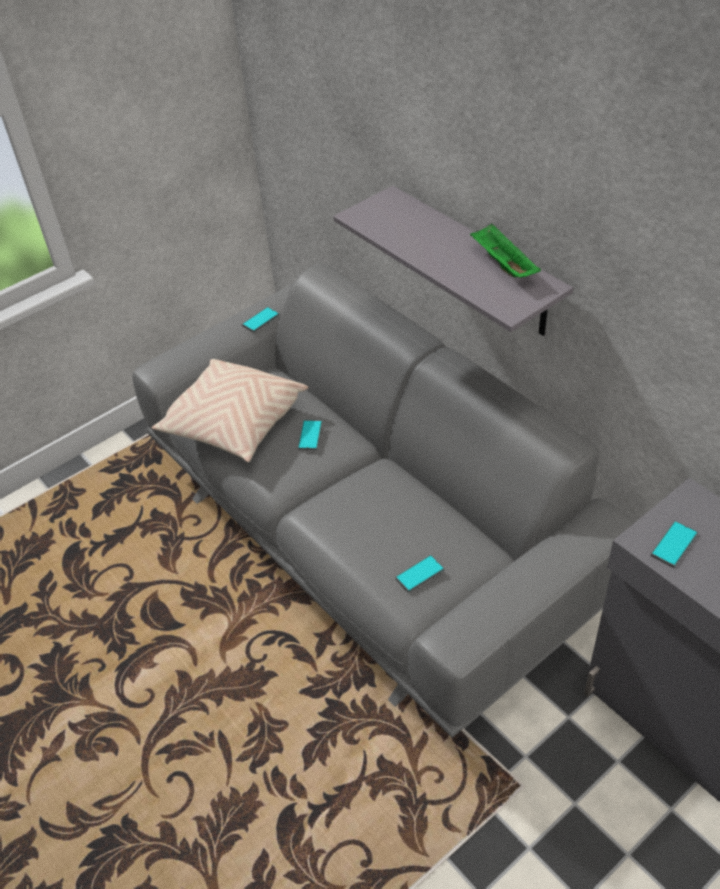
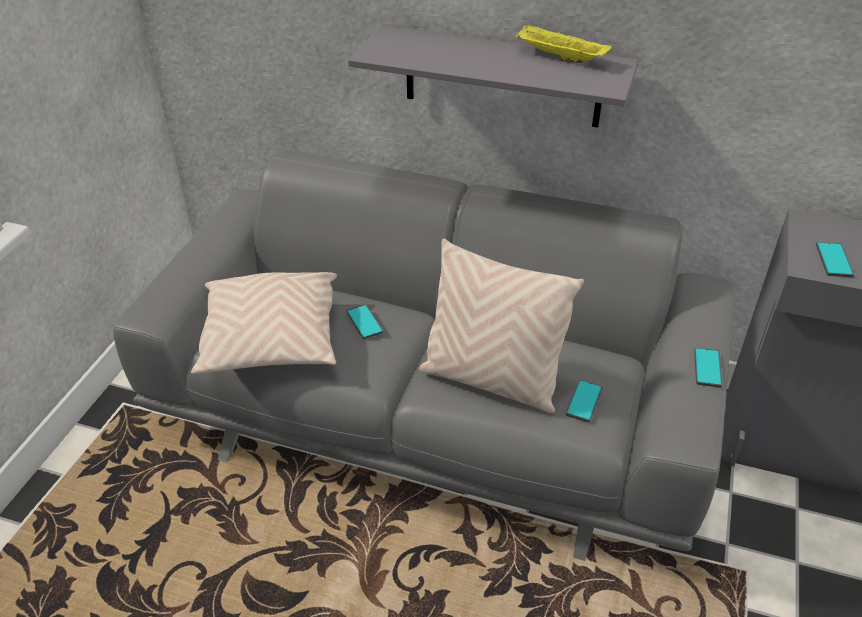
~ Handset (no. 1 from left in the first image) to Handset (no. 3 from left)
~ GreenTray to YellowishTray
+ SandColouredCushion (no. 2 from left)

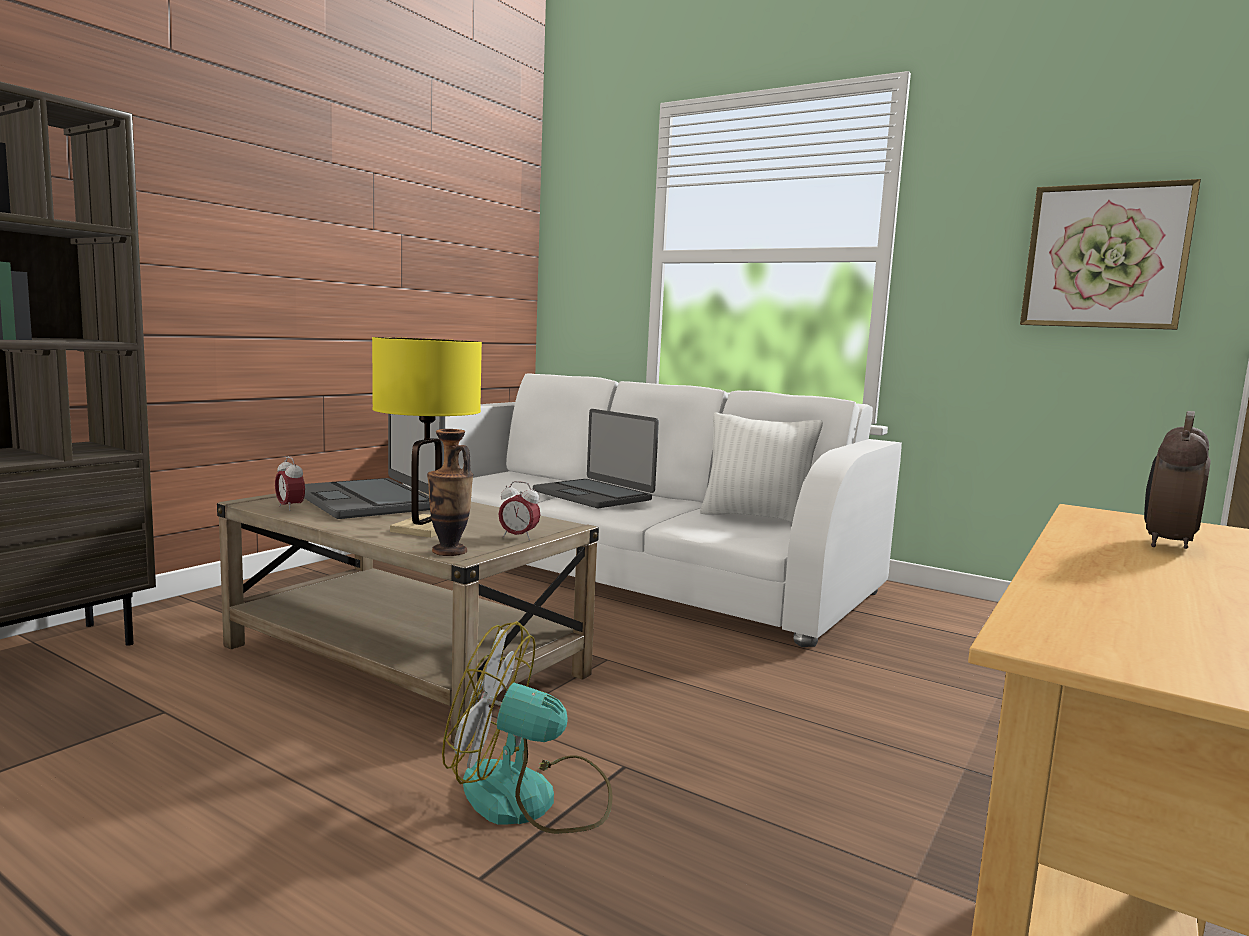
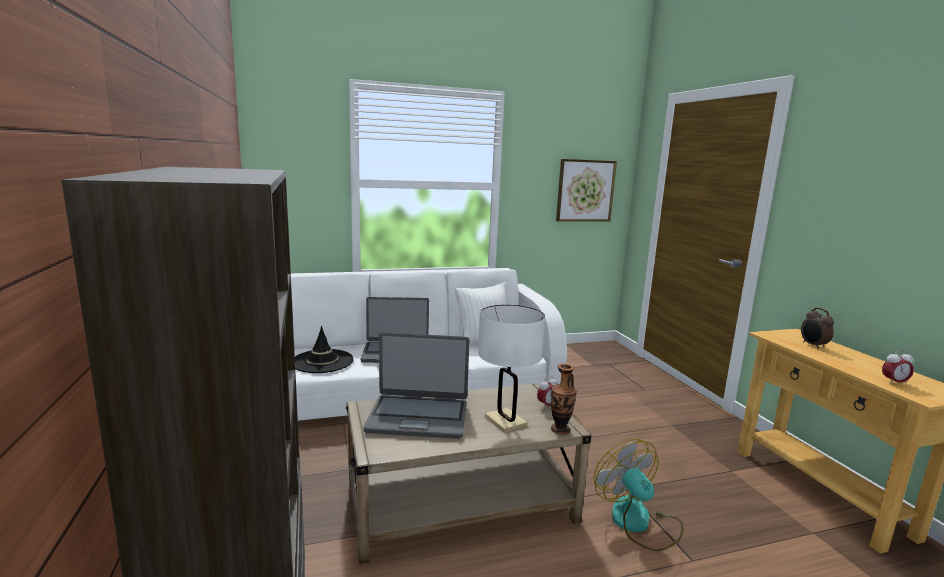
~ TableClock (no. 1 from left in the first image) to TableClock (no. 3 from left)
~ YellowishTabletopLamp to WhitishTabletopLamp
~ Fan 105 degrees clockwise
+ BlackishHat

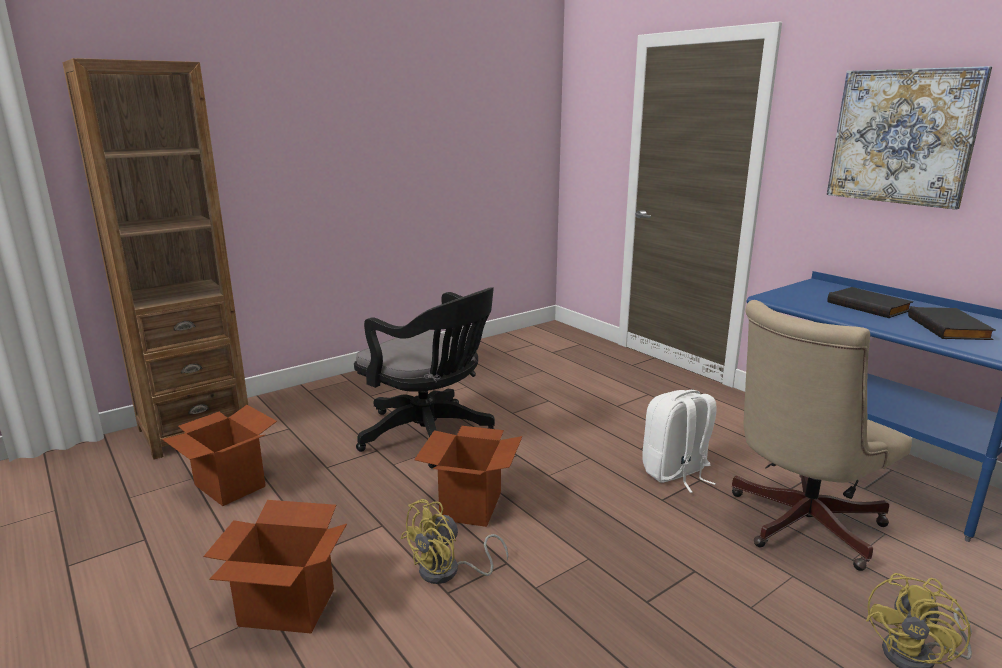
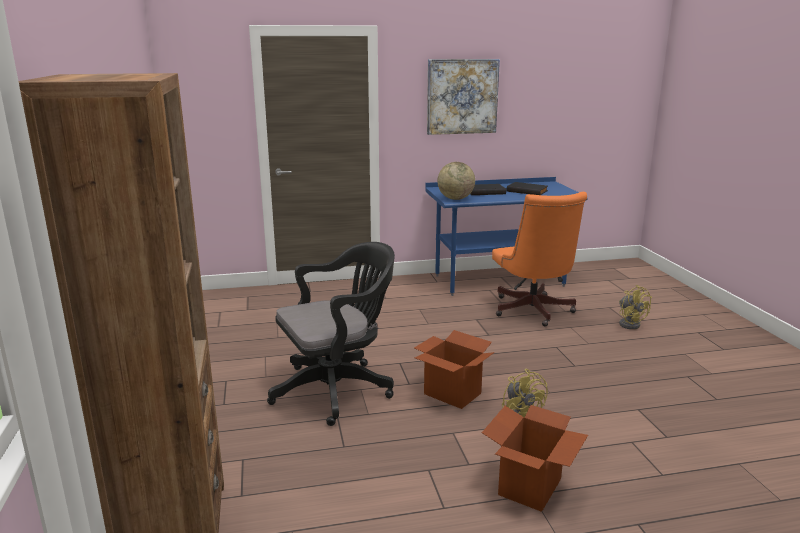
- CardboardBox (no. 1 from left)
- WhitishRucksack
~ SandColouredOfficeChair to OrangeOfficeChair
+ DeskGlobe

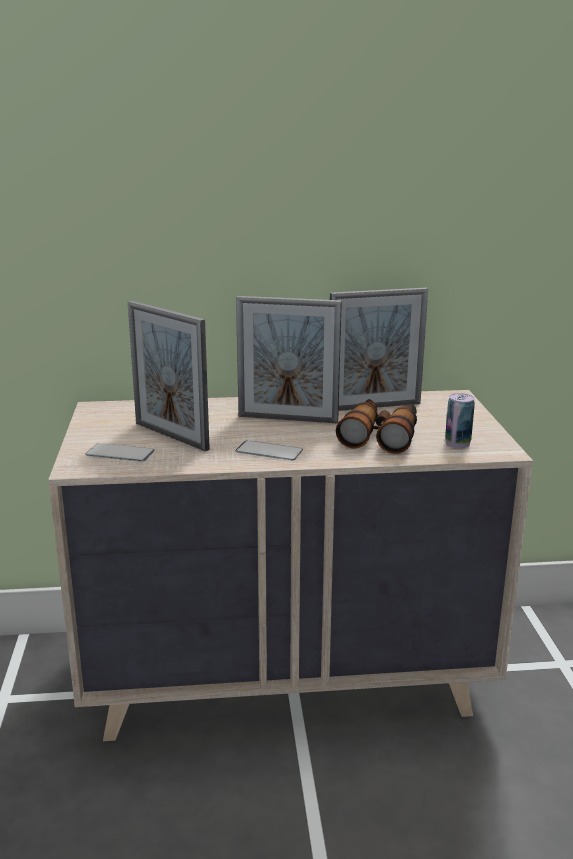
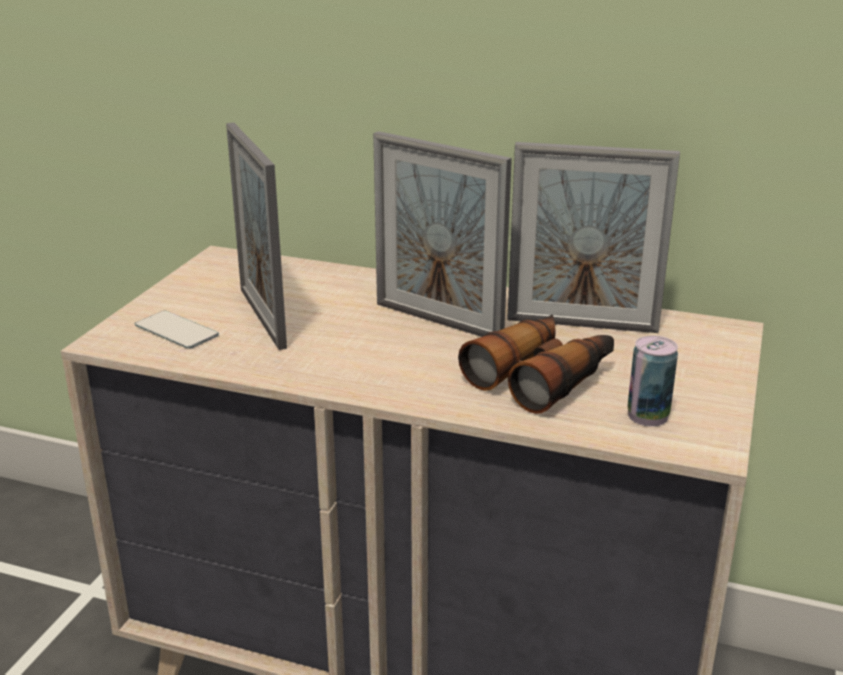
- Handset (no. 2 from left)

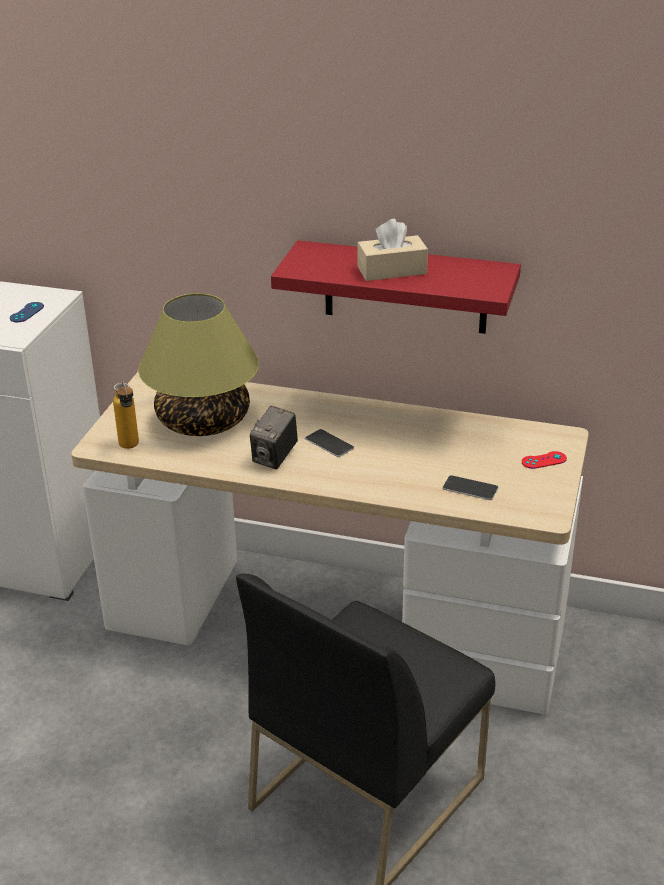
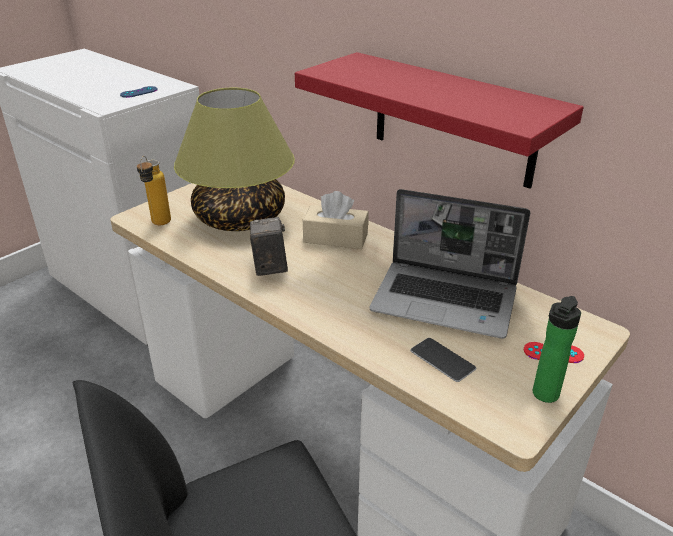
~ PhotoCamera 120 degrees clockwise
- Handset (no. 1 from left)
~ SandColouredTissueHolder
+ PortableComputer
+ BeverageBottle (no. 2 from left)

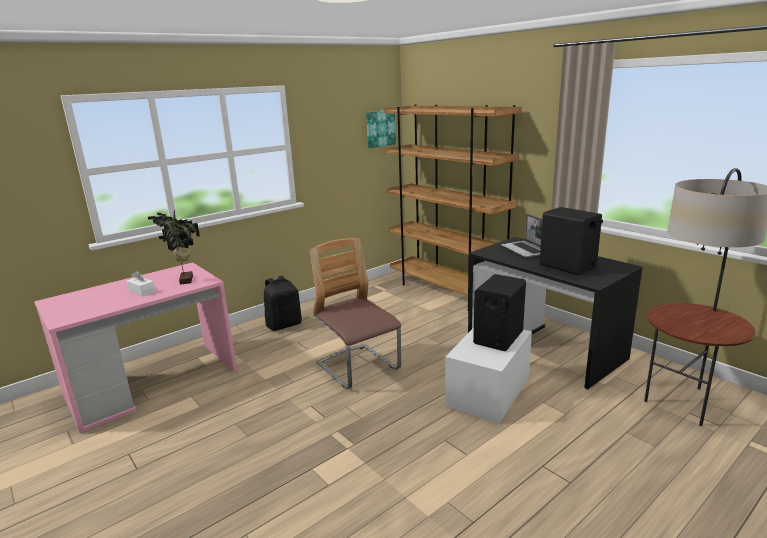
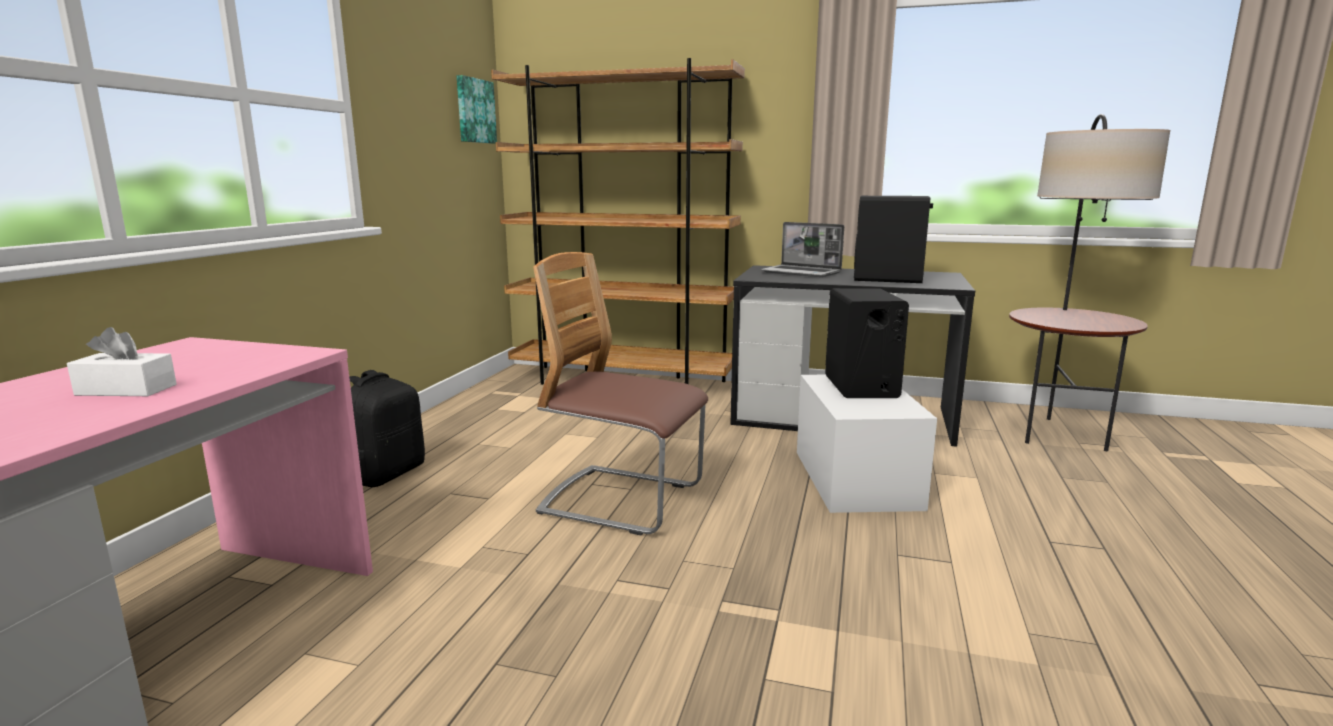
- PottedPlant

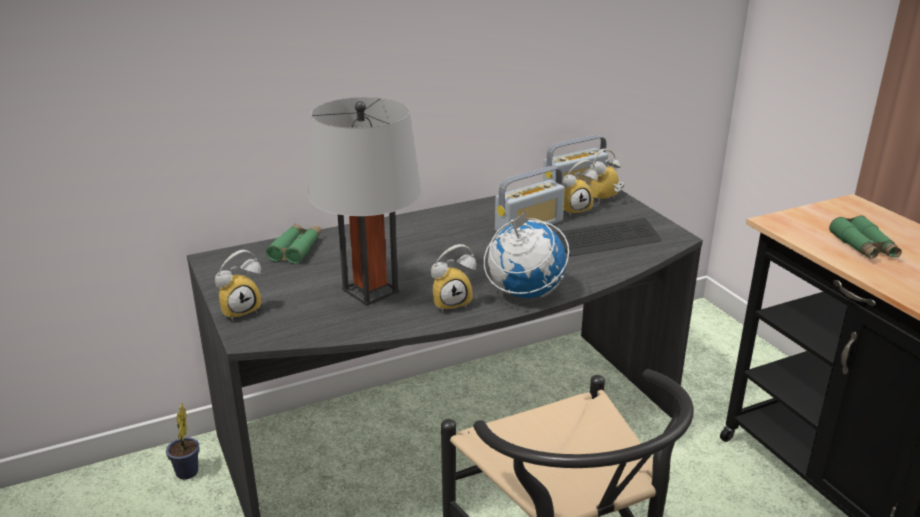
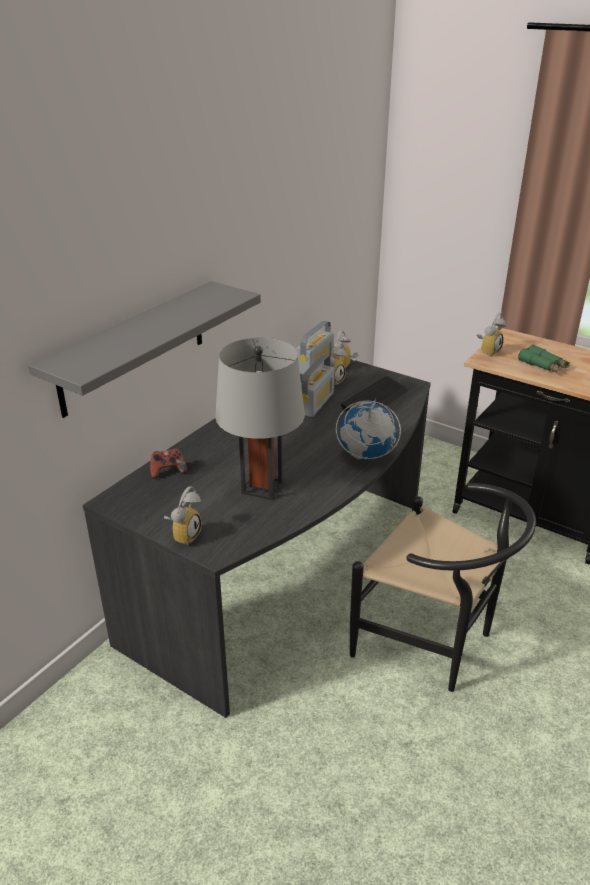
- PottedPlant
~ GreenPairOfBinoculars (no. 1 from left) to Joypad
~ TableClock (no. 2 from left in the first image) to TableClock (no. 4 from left)
+ GrayShelf

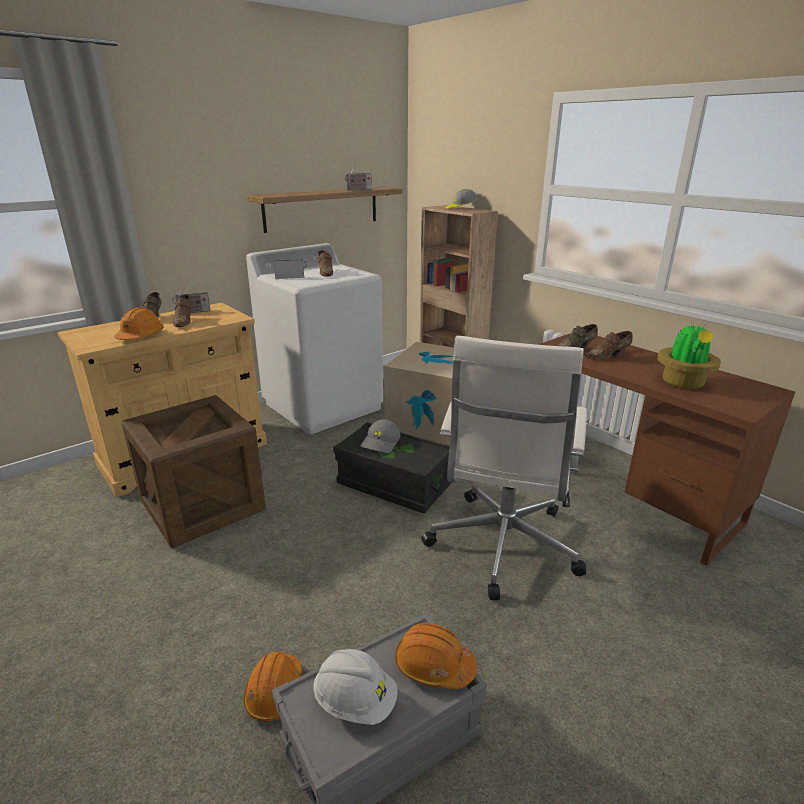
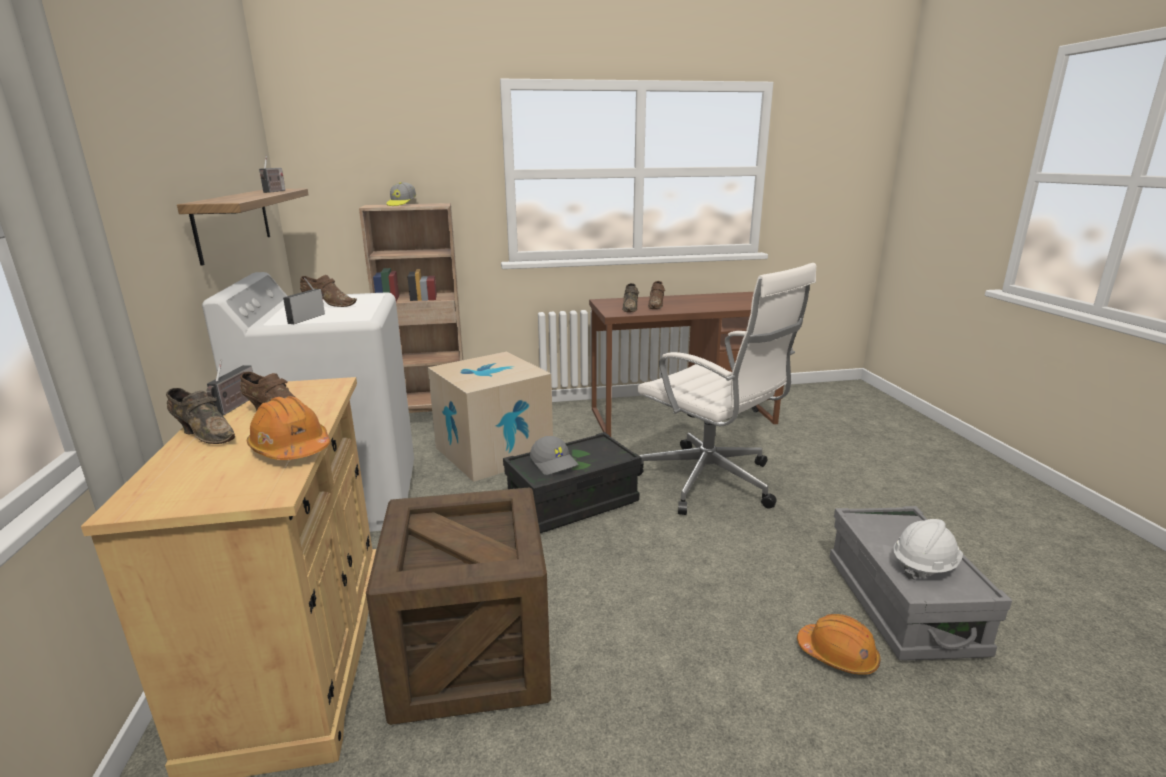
- OrangeHardHat (no. 3 from left)
- PottedPlant

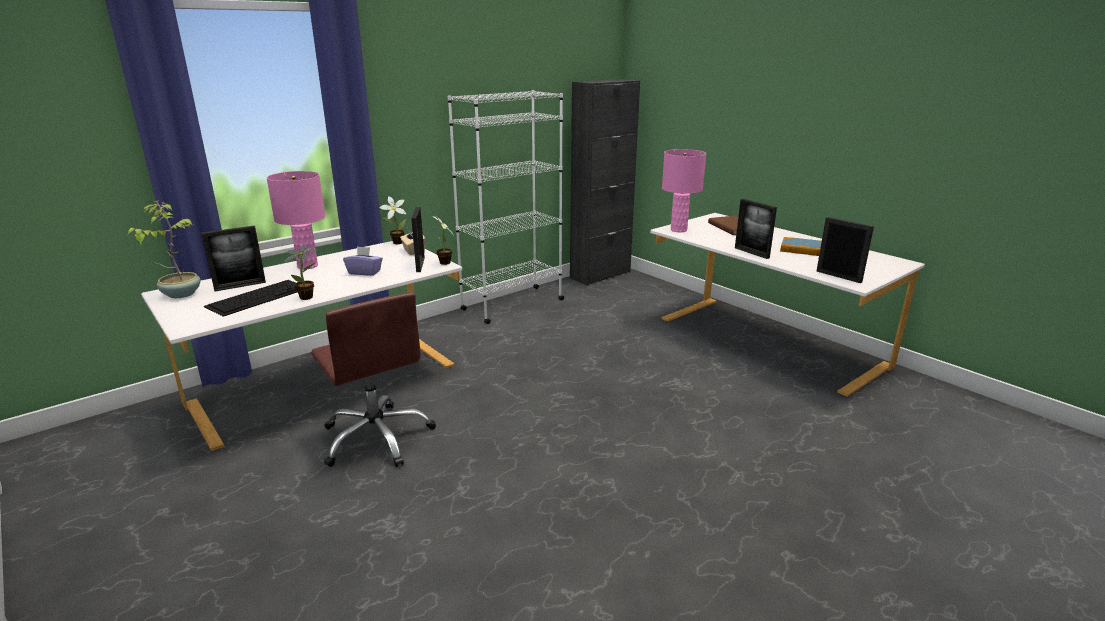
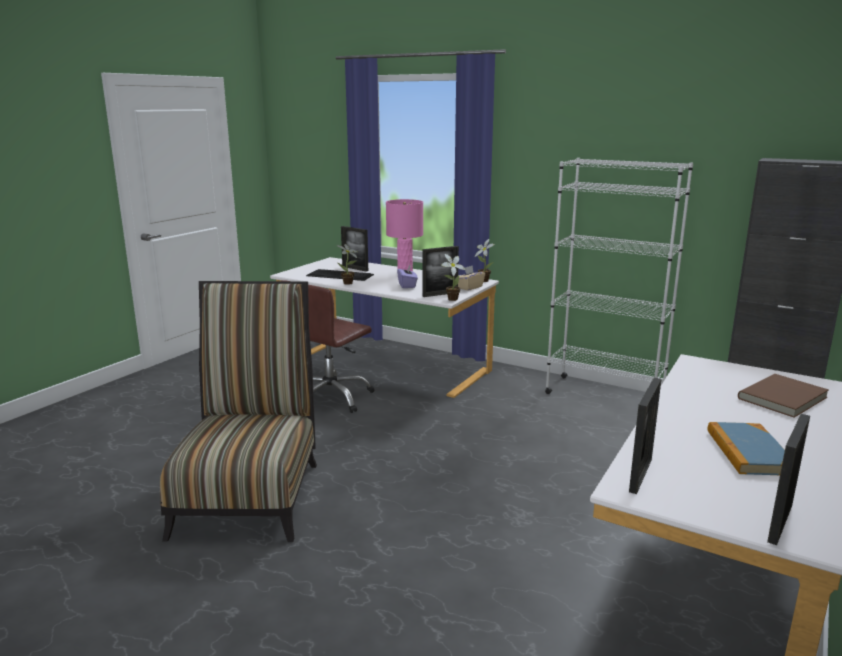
- PottedPlant (no. 1 from left)
- PinkTabletopLamp (no. 2 from left)
~ PictureFrame (no. 3 from left in the first image) to PictureFrame (no. 4 from left)
+ UprightChair

